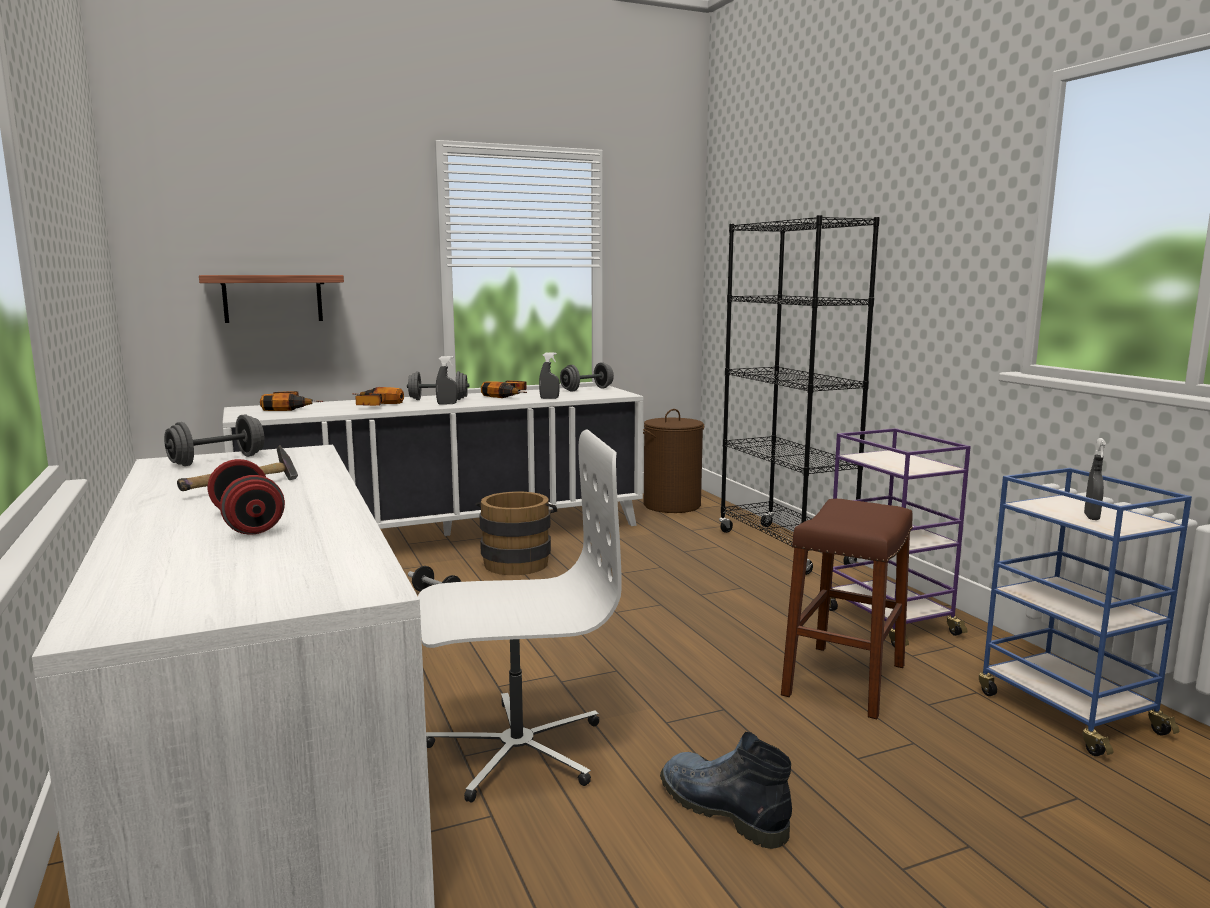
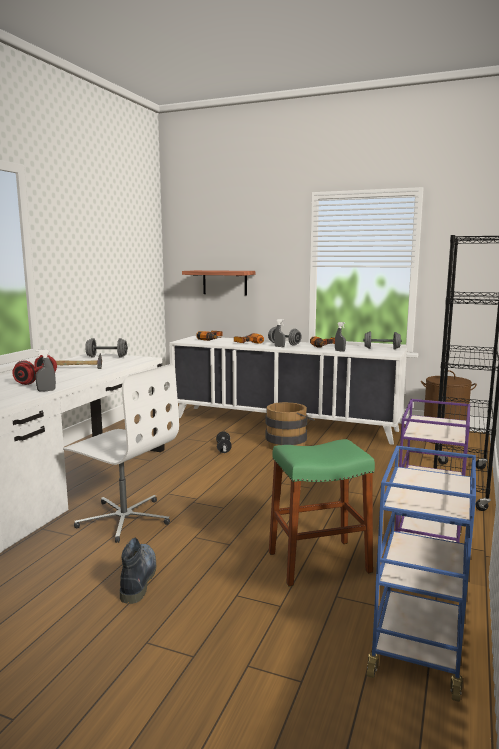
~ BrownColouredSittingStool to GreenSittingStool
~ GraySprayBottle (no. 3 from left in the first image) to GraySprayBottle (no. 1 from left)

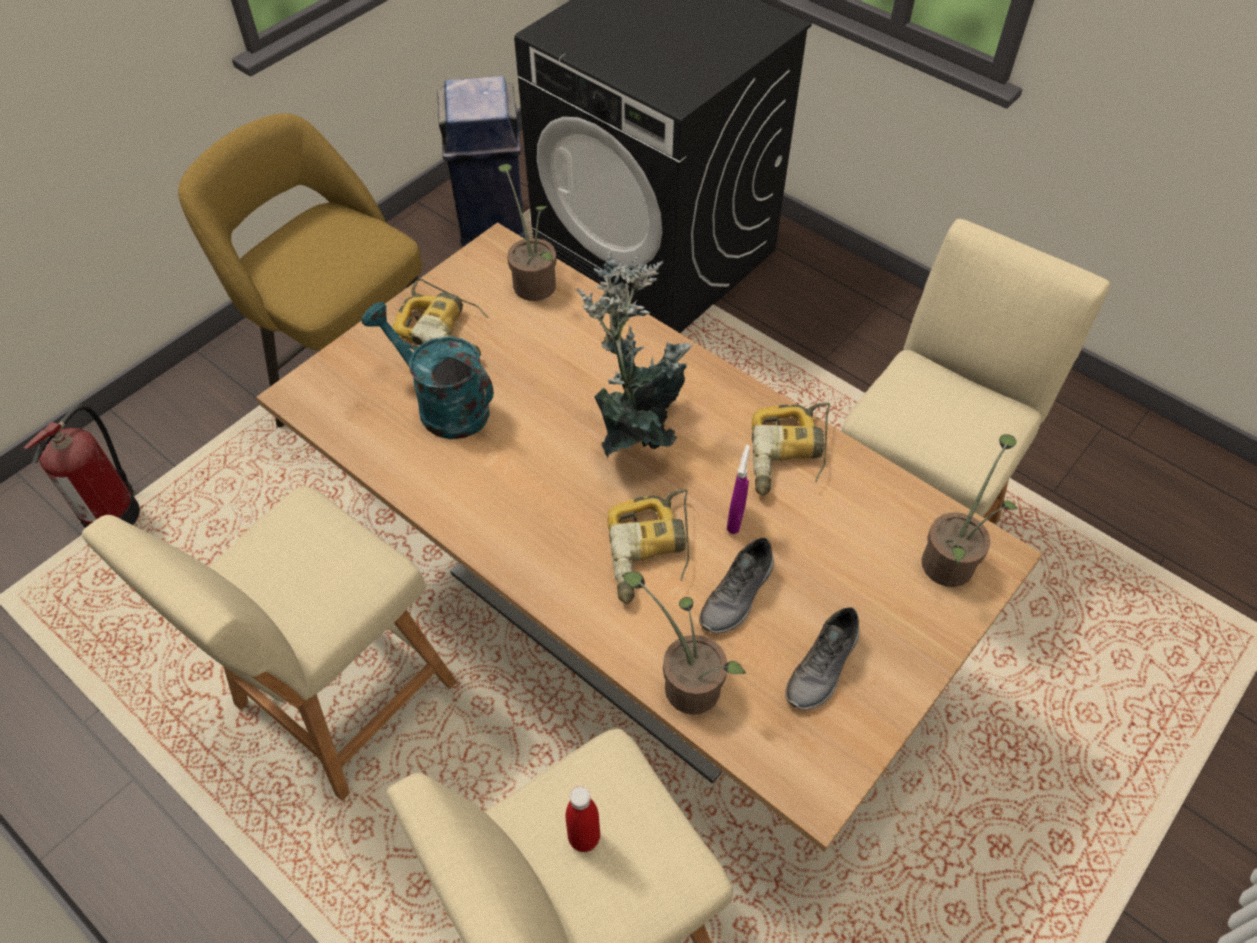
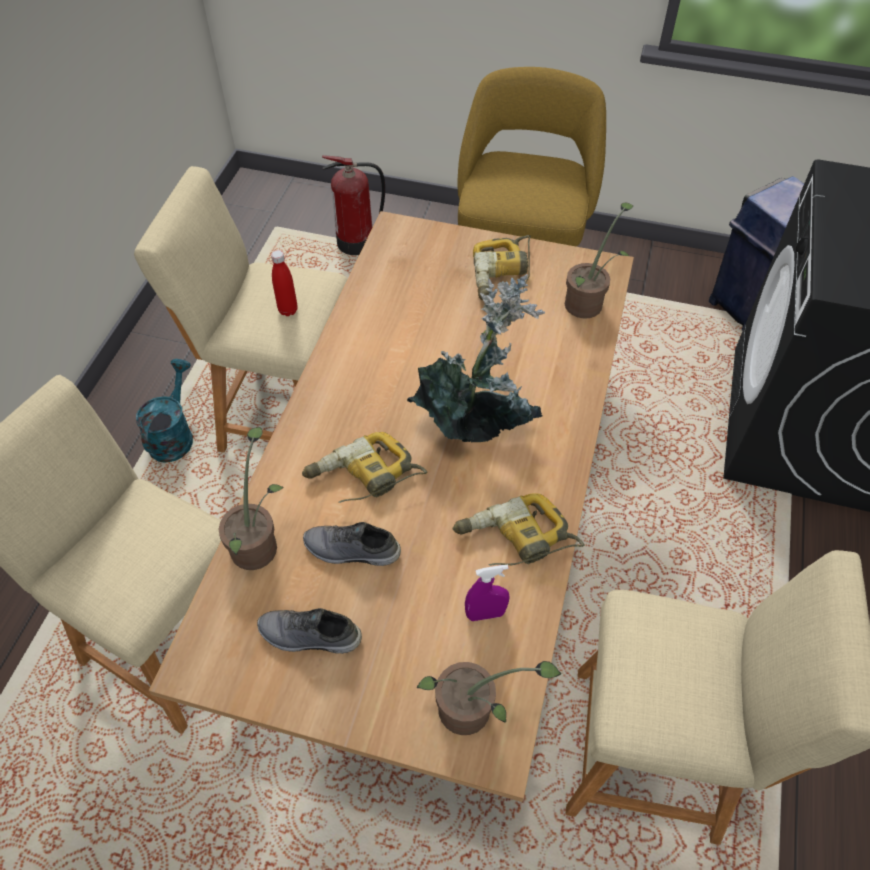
~ BlueGreenWateringCan
~ RedBeverageBottle
~ PurplishSprayBottle

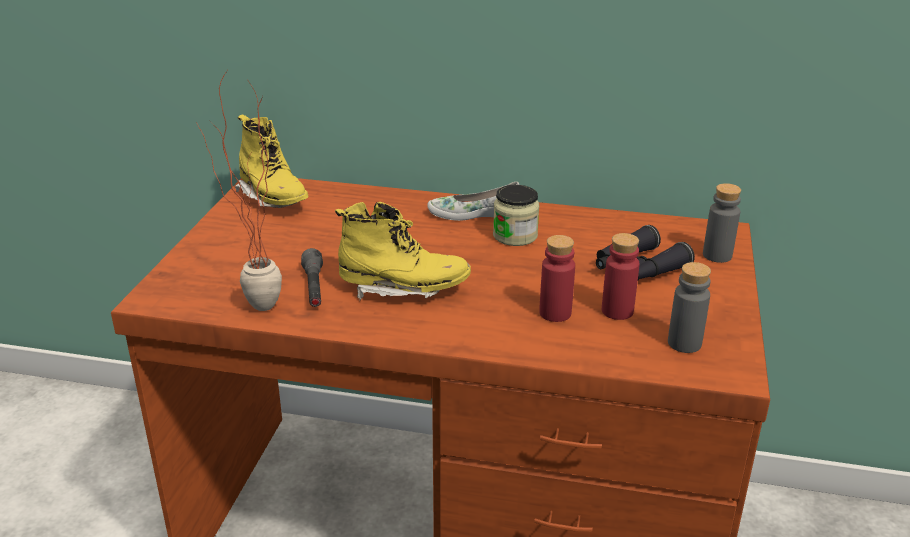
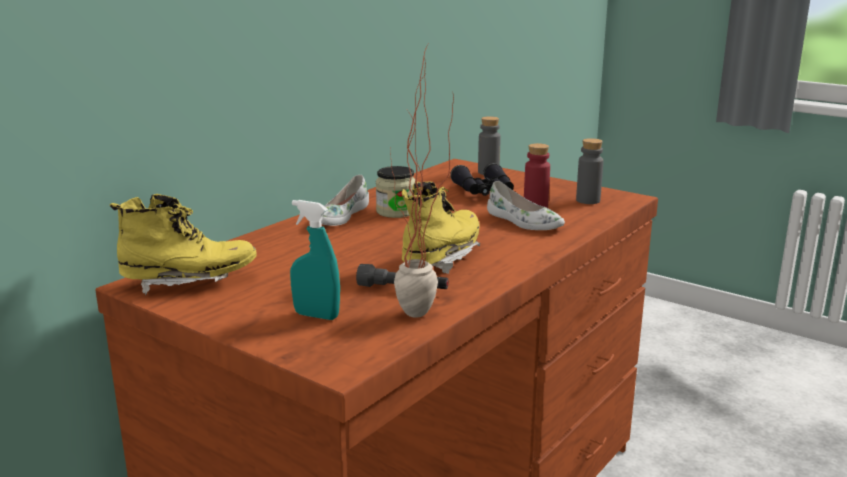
~ RedBeverageBottle (no. 1 from left) to WhitishLowShoe (no. 2 from left)
+ BlueGreenSprayBottle

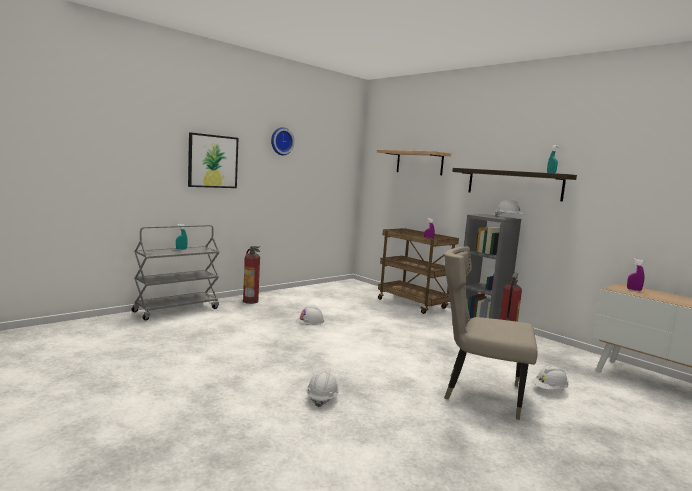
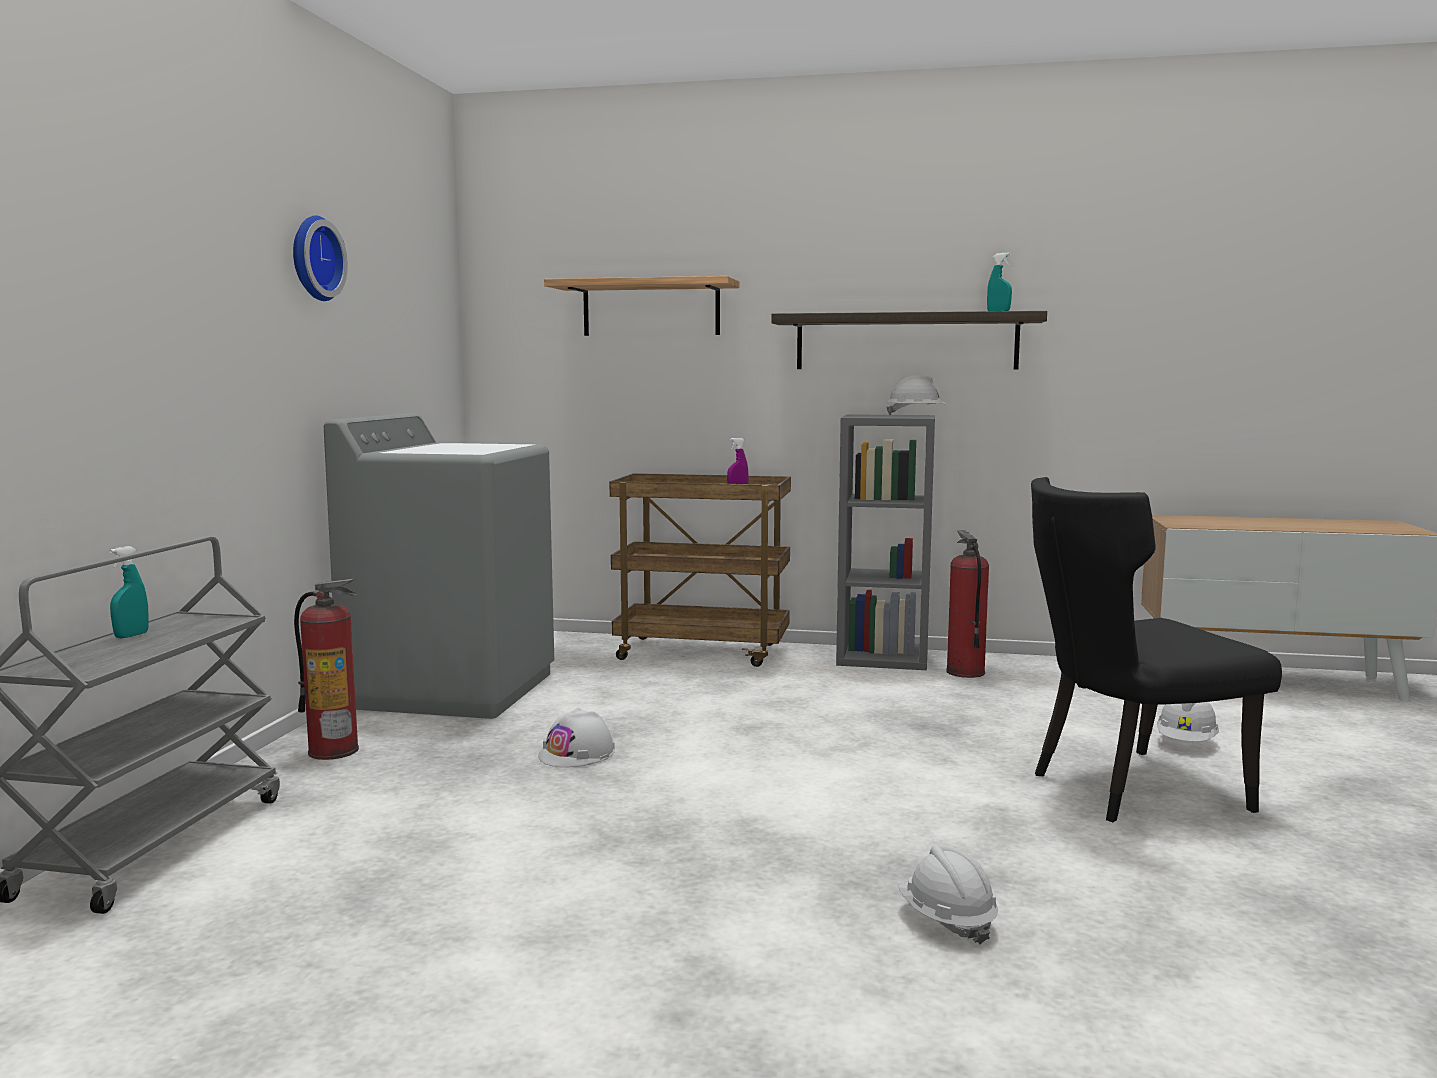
- WallArt
~ SandColouredUprightChair to BlackishUprightChair
- PurplishSprayBottle (no. 2 from left)
+ GrayWashingMachine

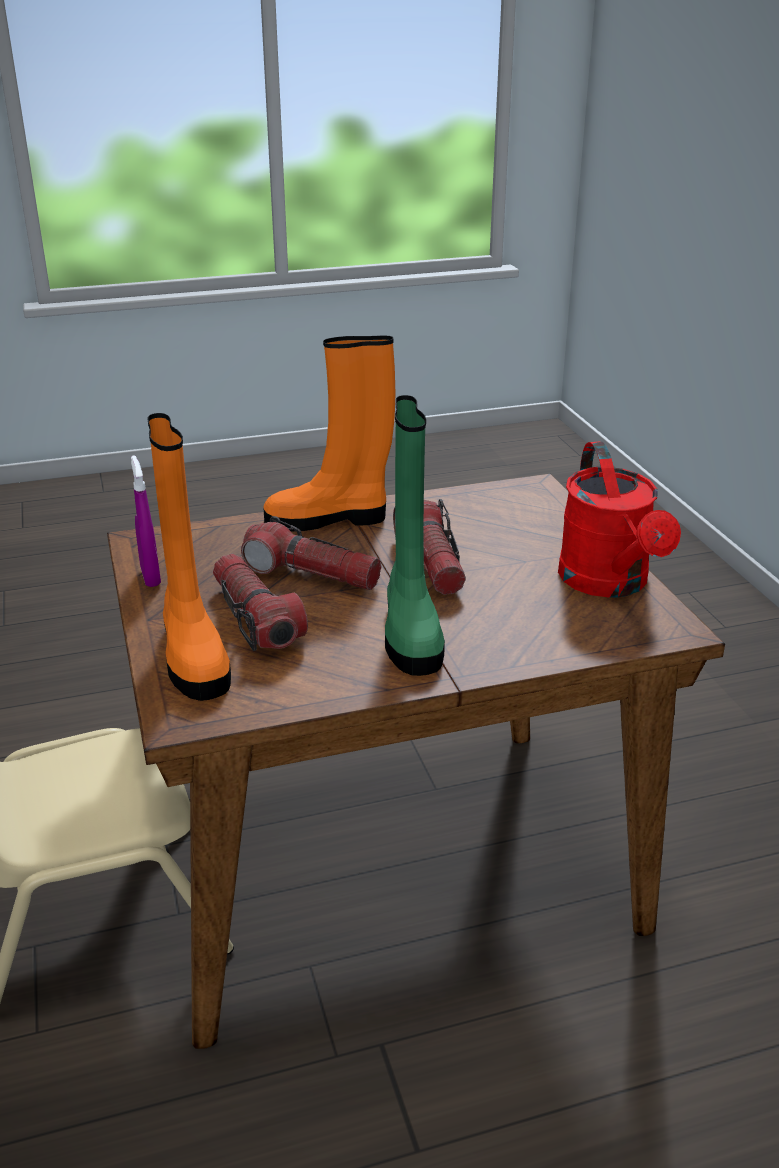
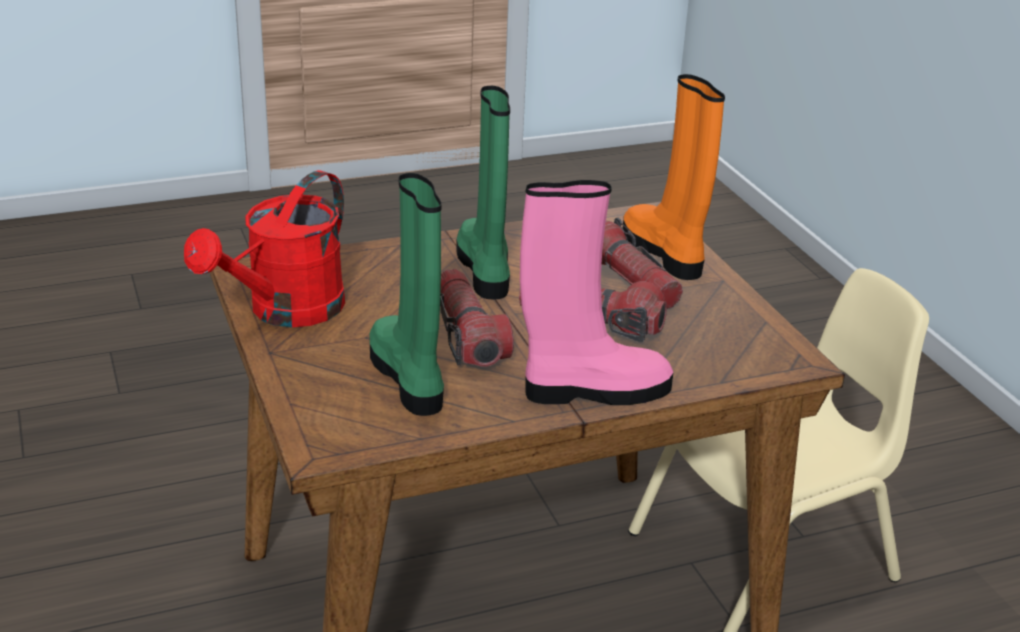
- PurplishSprayBottle
~ OrangeHighTopBoot (no. 2 from left) to PinkHighTopBoot
~ RedWateringCan 135 degrees counterclockwise
+ GreenHighTopBoot (no. 1 from left)

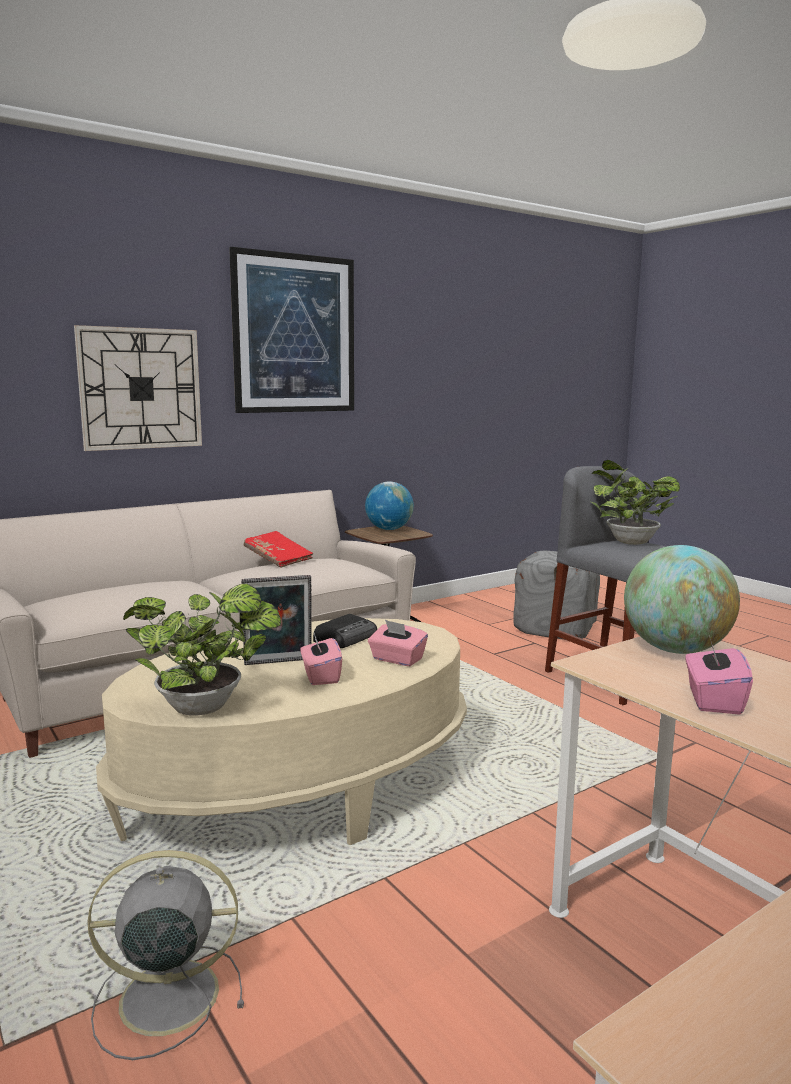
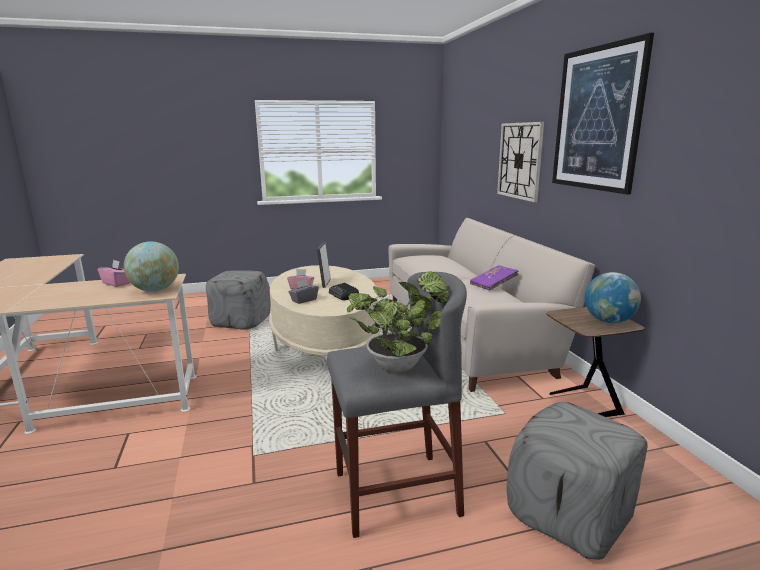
~ GrayFan to GrayFootrest (no. 1 from left)
- PottedPlant (no. 1 from left)
~ RedBook to PurplishBook
~ PinkTissueHolder (no. 2 from left) to GrayTissueHolder

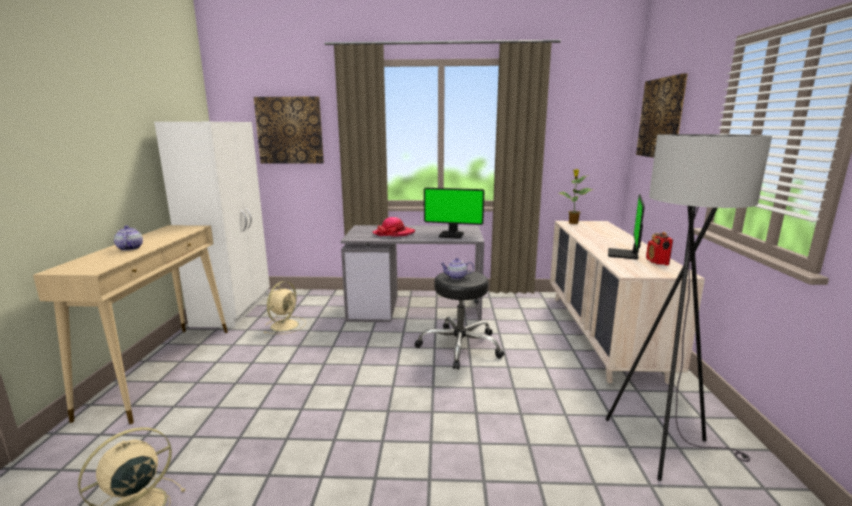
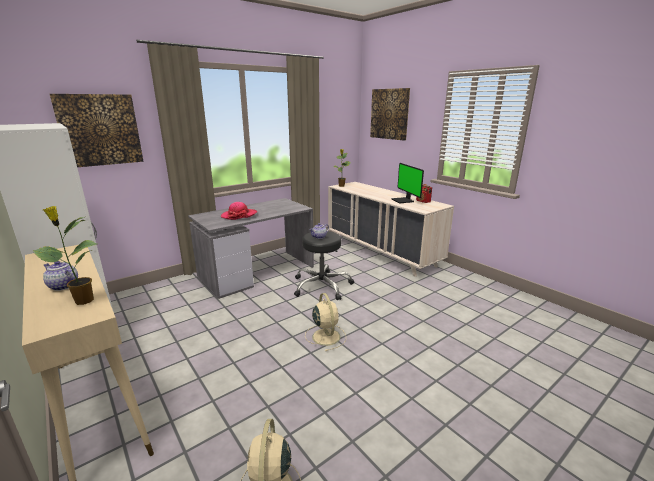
~ SandColouredFan (no. 2 from left)
- Monitor (no. 1 from left)
- GrayStandingLamp
+ PottedPlant (no. 1 from left)

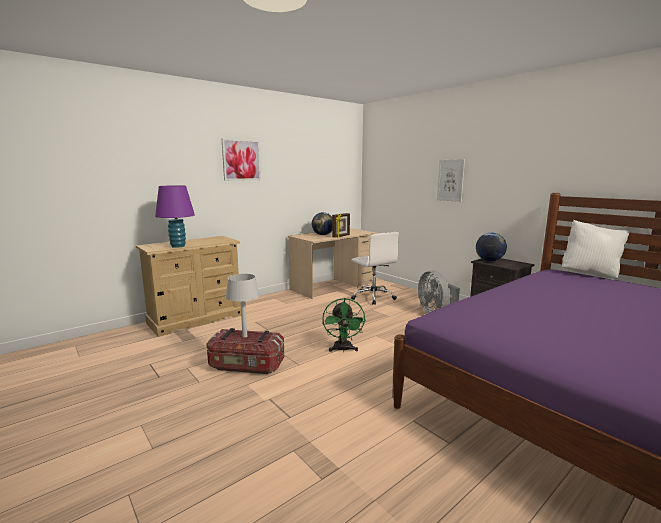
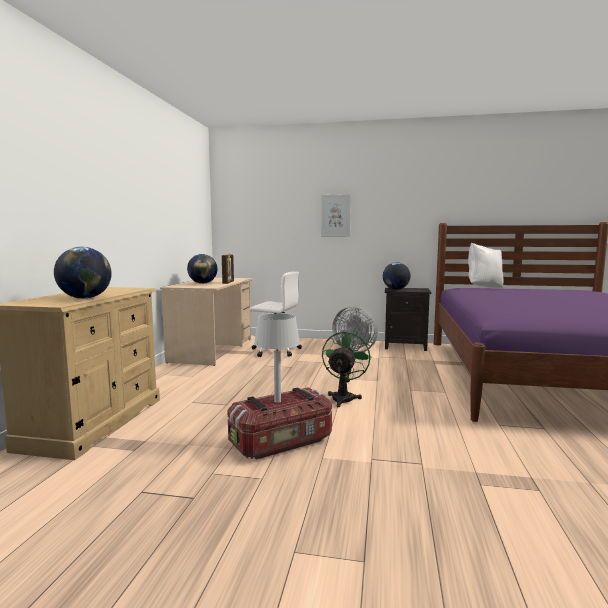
~ PurplishTabletopLamp to DeskGlobe (no. 1 from left)
- WallArt (no. 1 from left)
~ GreenFan 120 degrees counterclockwise

